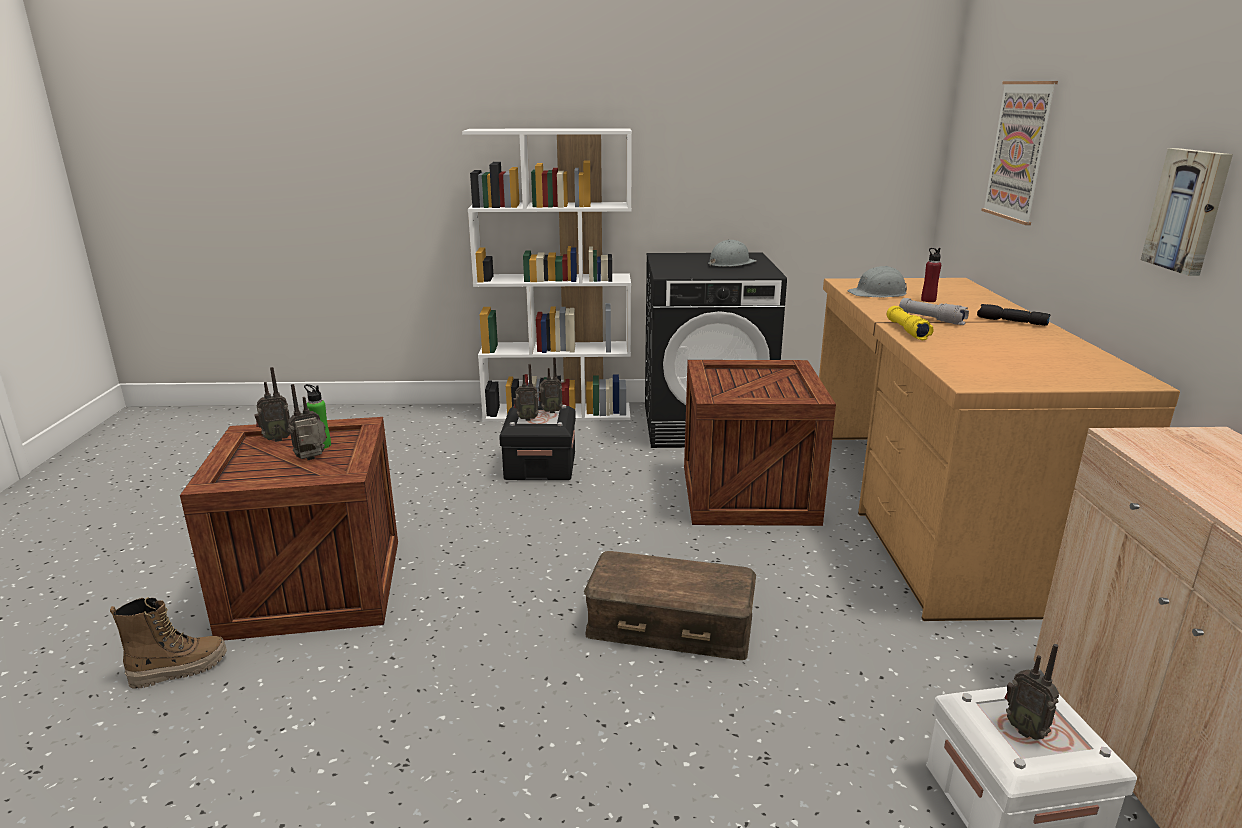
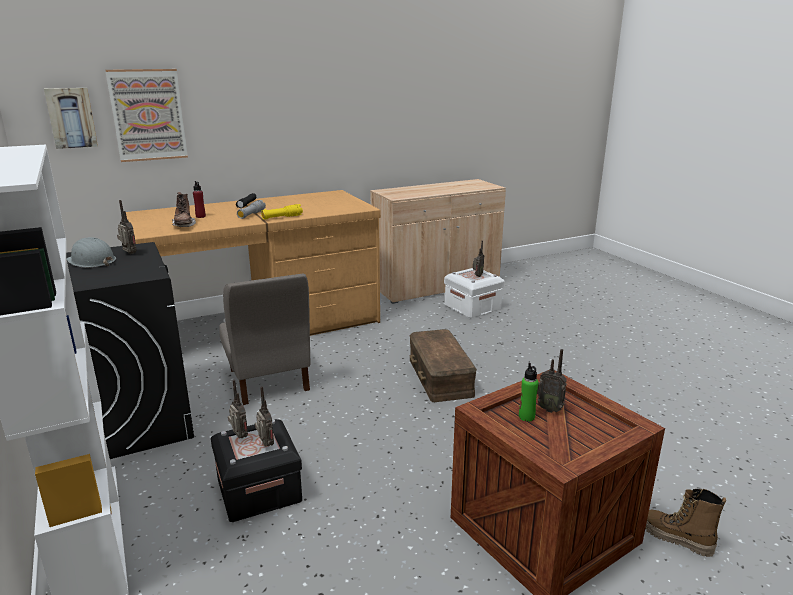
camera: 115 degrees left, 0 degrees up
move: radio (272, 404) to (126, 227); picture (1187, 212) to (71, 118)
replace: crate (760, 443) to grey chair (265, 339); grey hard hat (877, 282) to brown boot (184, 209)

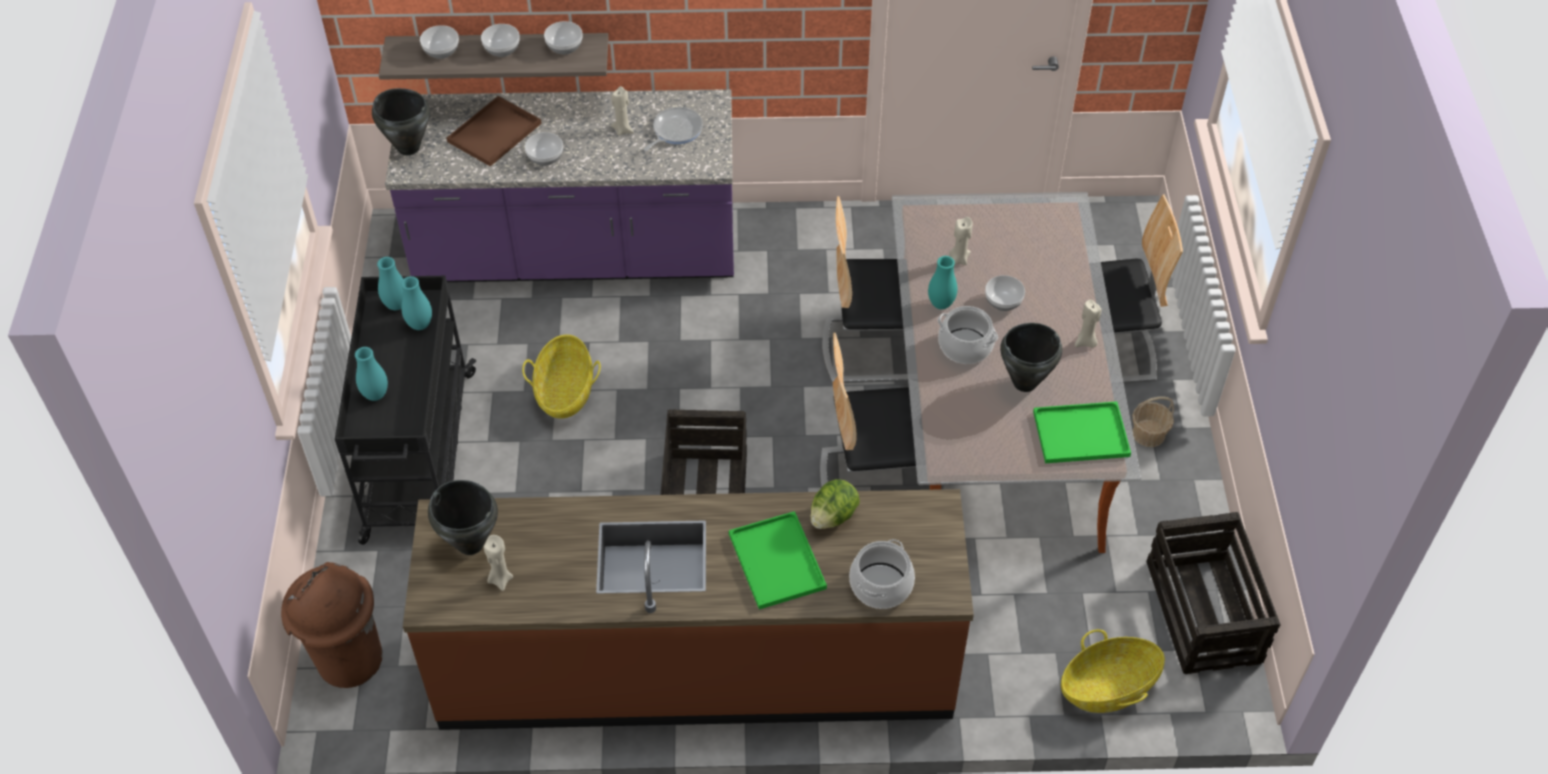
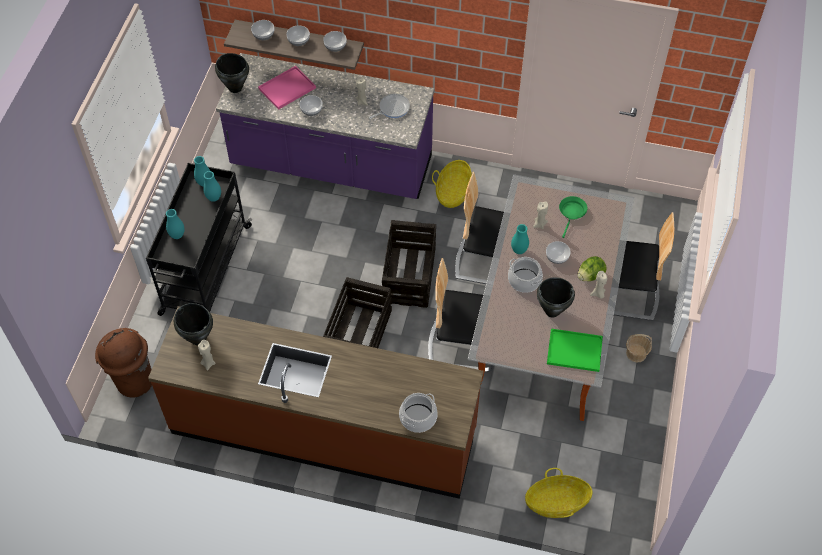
camera: 15 degrees right, 5 degrees up
delete: green tray (778, 560)
insert: green frying pan (573, 217)
move: basket (561, 376) to (452, 184); lettuce (835, 504) to (592, 268); crate (1213, 593) to (409, 264)
recolor: brown tray (494, 131) to pink tray (287, 88)

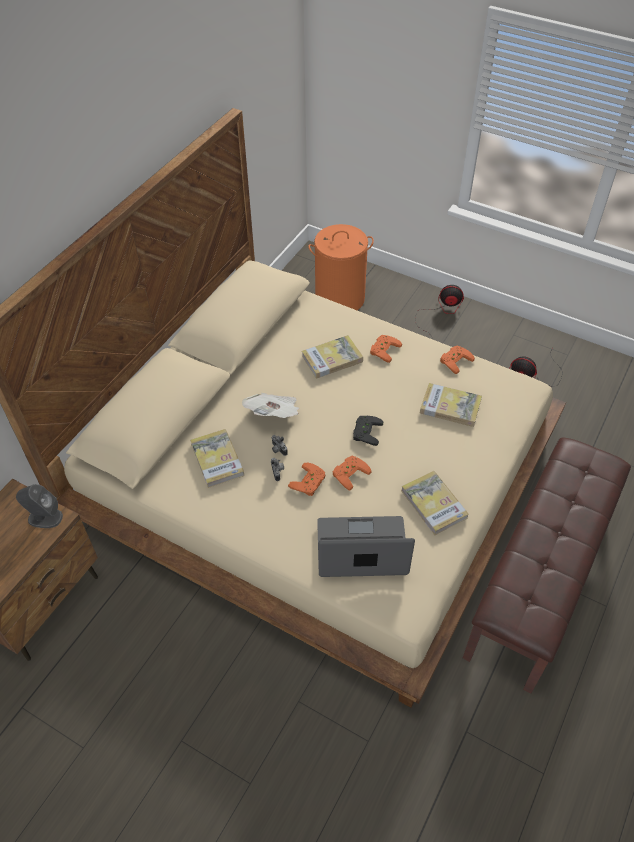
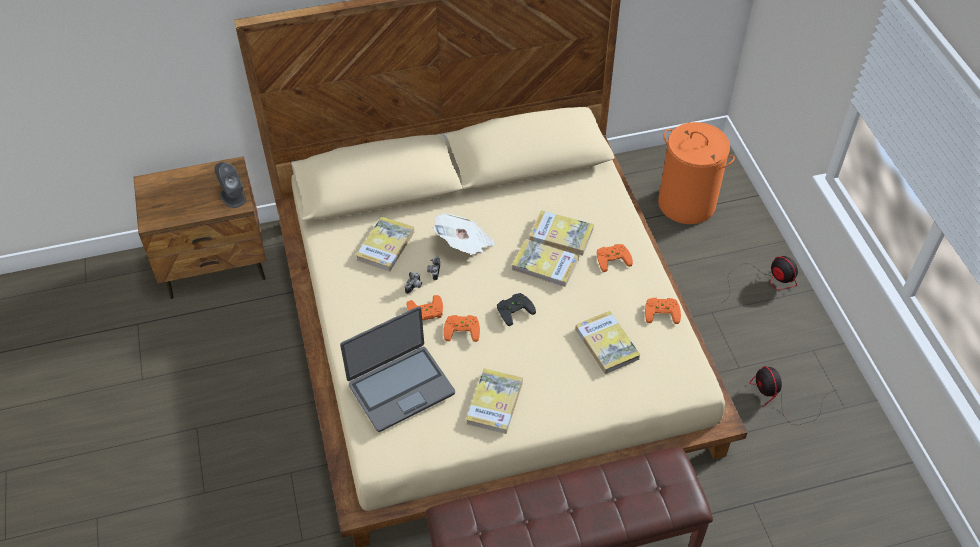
camera: 45 degrees right, 0 degrees up
insert: book (545, 263)
rotate: laptop (366, 546) = (397, 369) 105 degrees clockwise

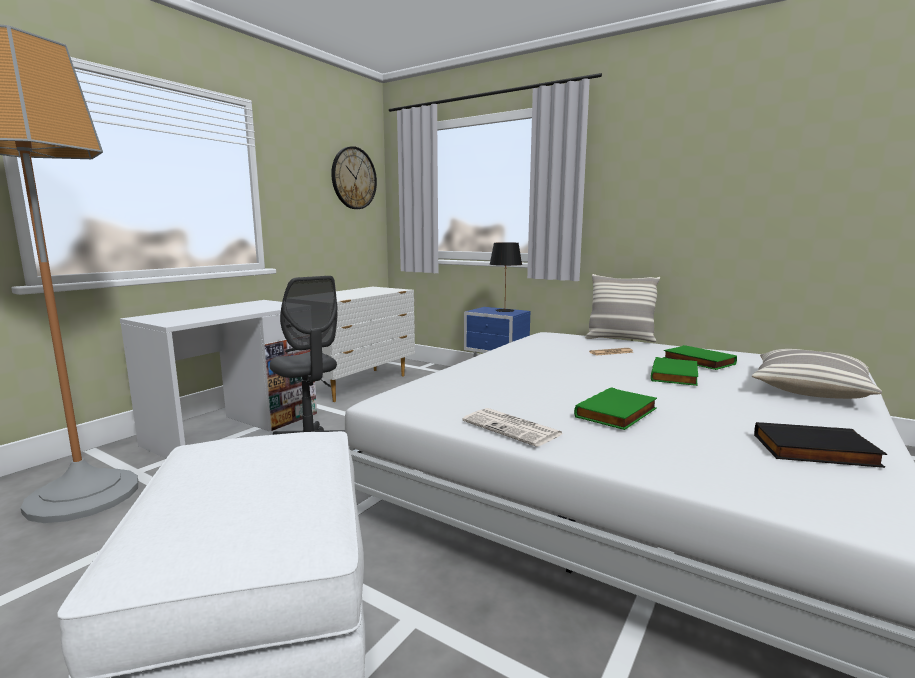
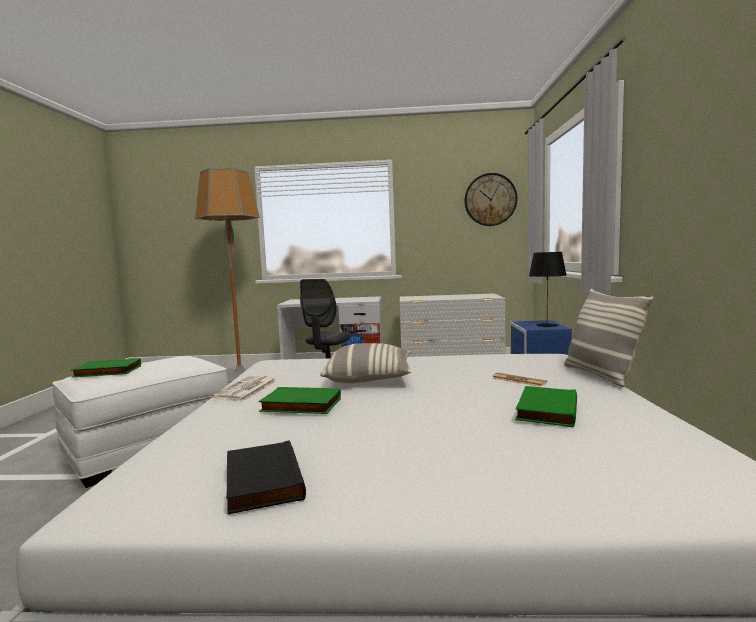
camera: 60 degrees right, 5 degrees down
move: green book (674, 371) to (106, 368); pillow (817, 374) to (365, 363)

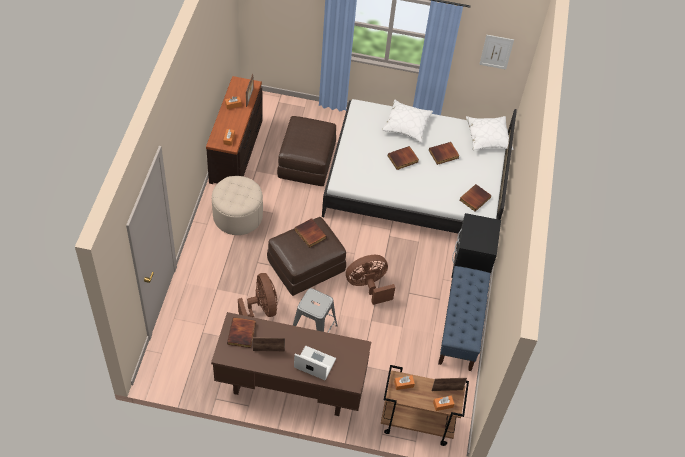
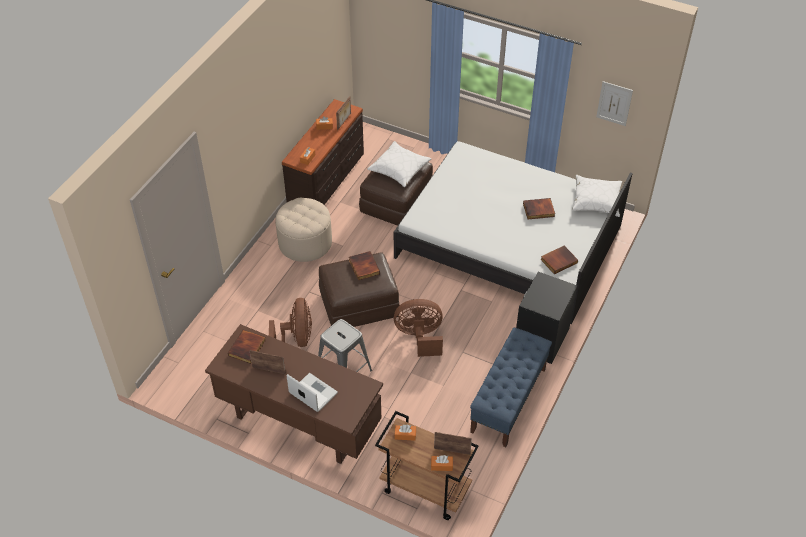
camera: 20 degrees right, 5 degrees down
delete: book (403, 158)
move: white pillow (407, 121) to (399, 164)

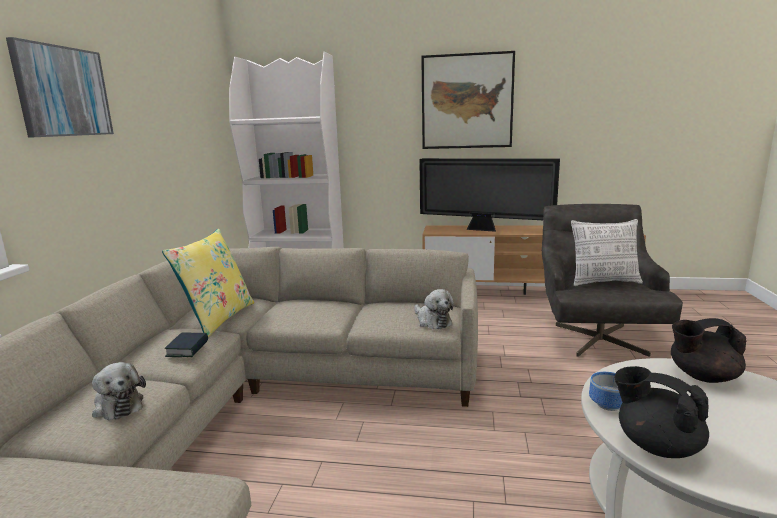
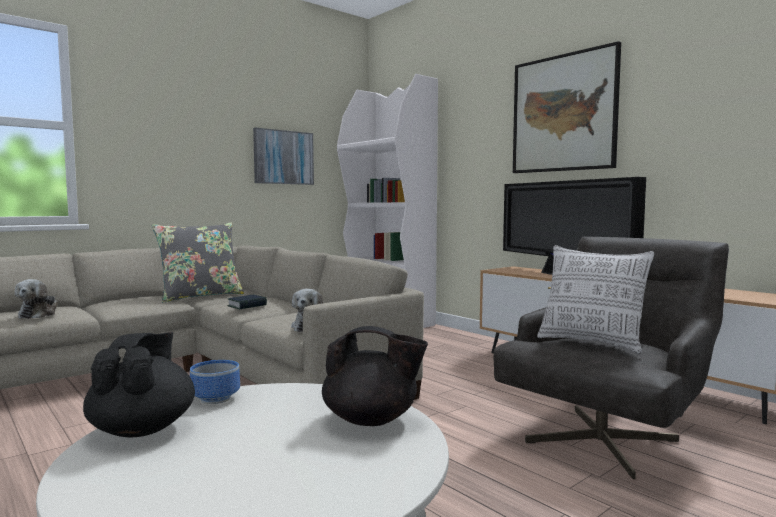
camera: 40 degrees right, 10 degrees down
move: picture (60, 87) to (283, 156); book (186, 345) to (247, 302)
recolor: yellow pillow (208, 283) to grey pillow (198, 262)
rotate: black teapot (708, 350) = (375, 376) 150 degrees clockwise

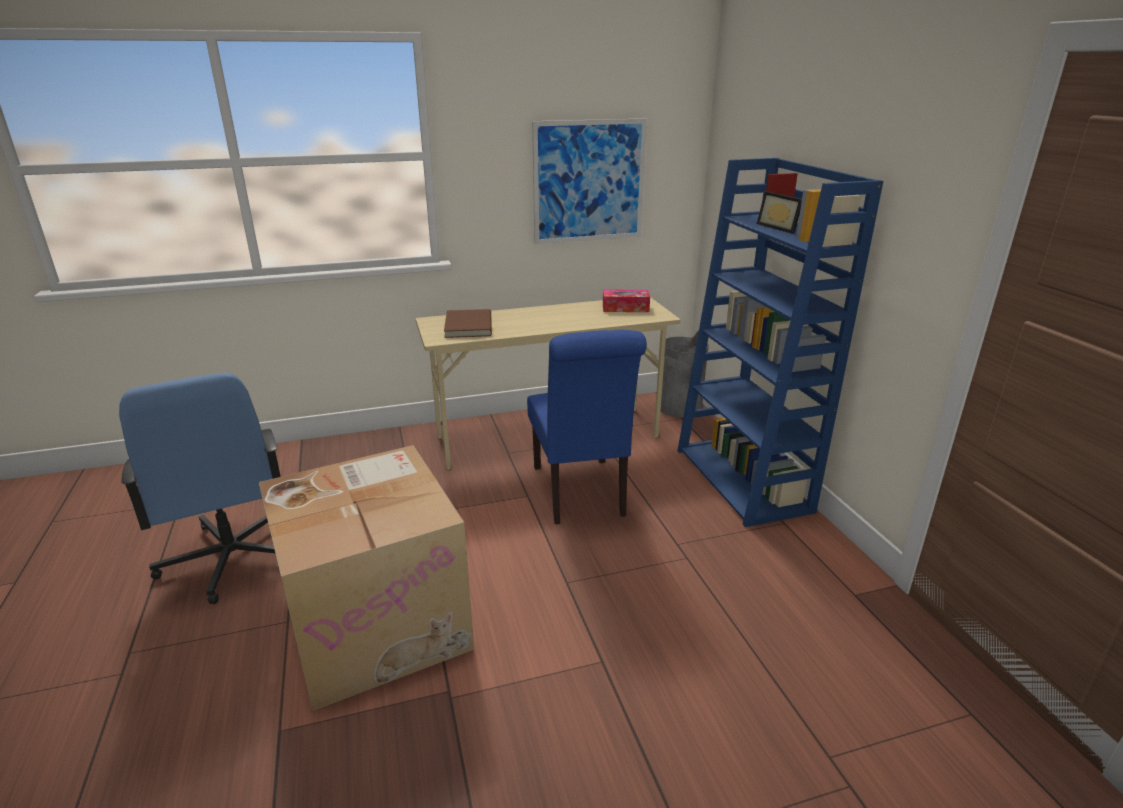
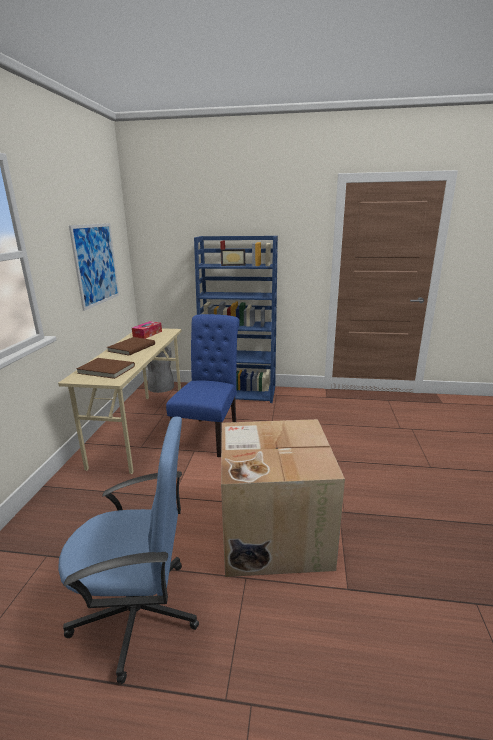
camera: 65 degrees left, 5 degrees down
insert: brown book (131, 346)
rotate: blue chair (587, 427) = (203, 385) 90 degrees counterclockwise

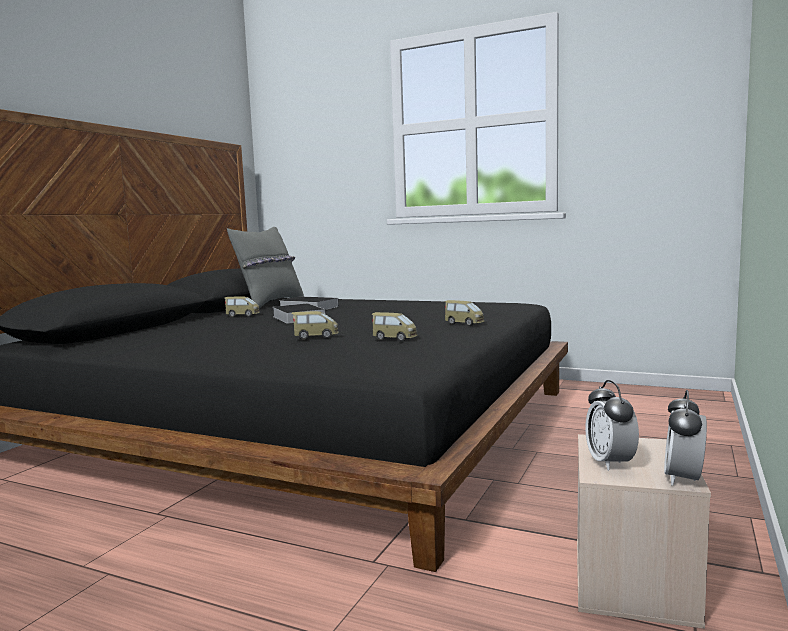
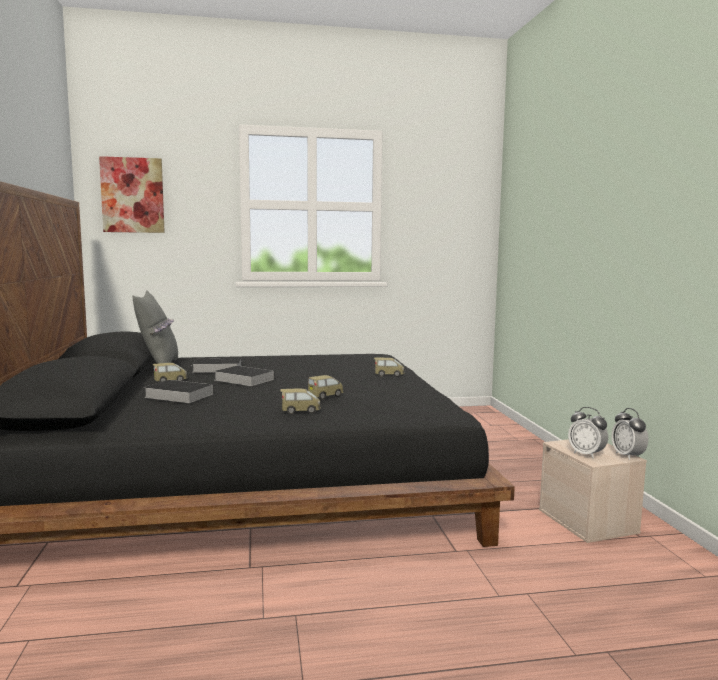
camera: 35 degrees left, 0 degrees up
insert: picture (132, 194); book (179, 391)
move: toy car (394, 326) to (301, 401)

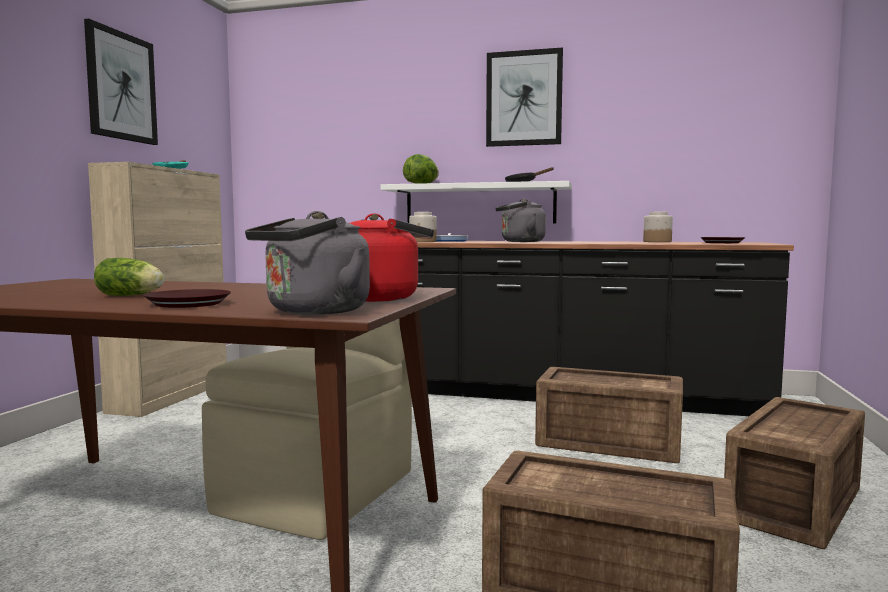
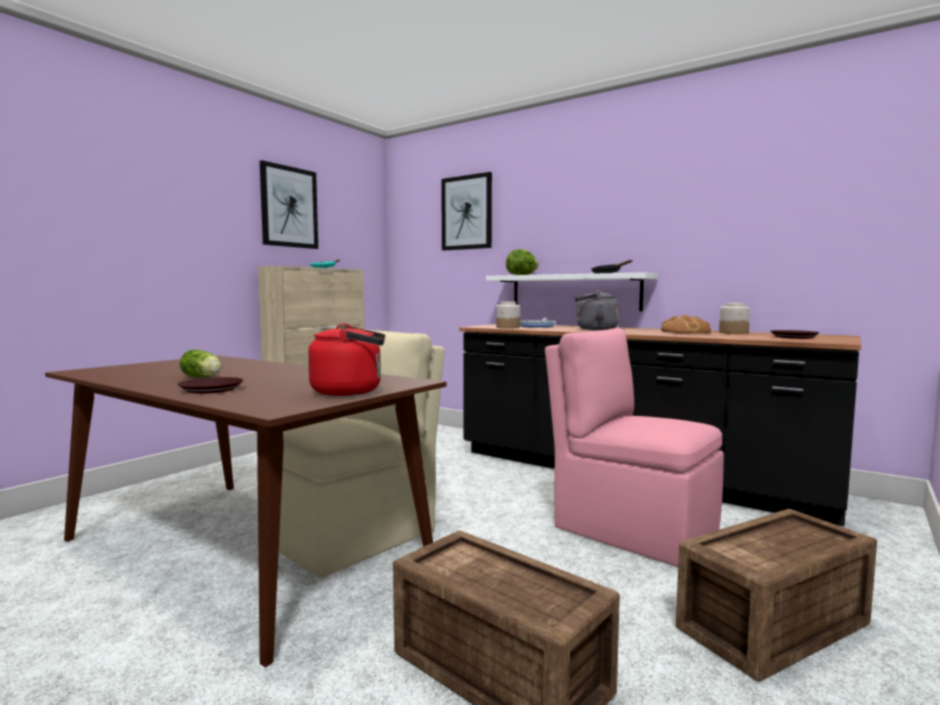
camera: 20 degrees right, 0 degrees up
delete: grey kettle (307, 262)
insert: bread (686, 324)
move: picture (524, 97) to (466, 211)
replace: crate (609, 415) to pink chair (634, 447)

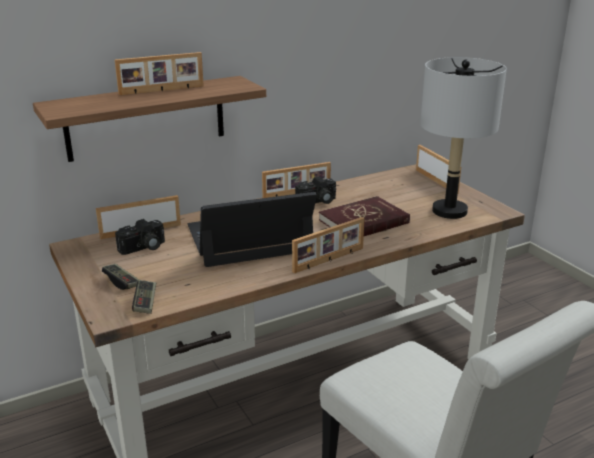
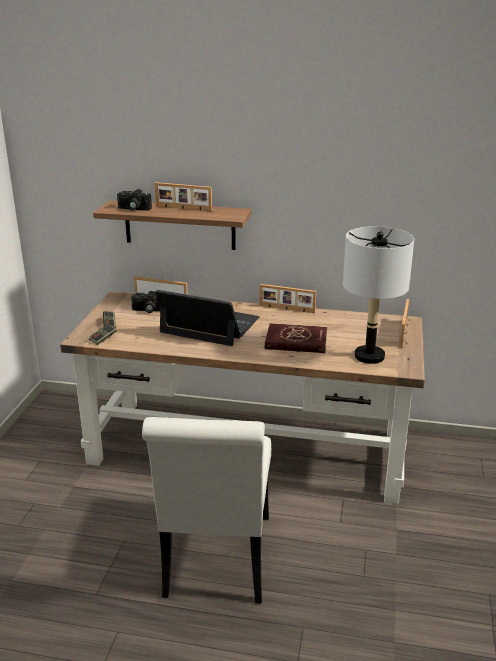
camera: 40 degrees right, 0 degrees up
delete: picture frame (328, 245)
move: photo camera (315, 190) to (134, 200)

